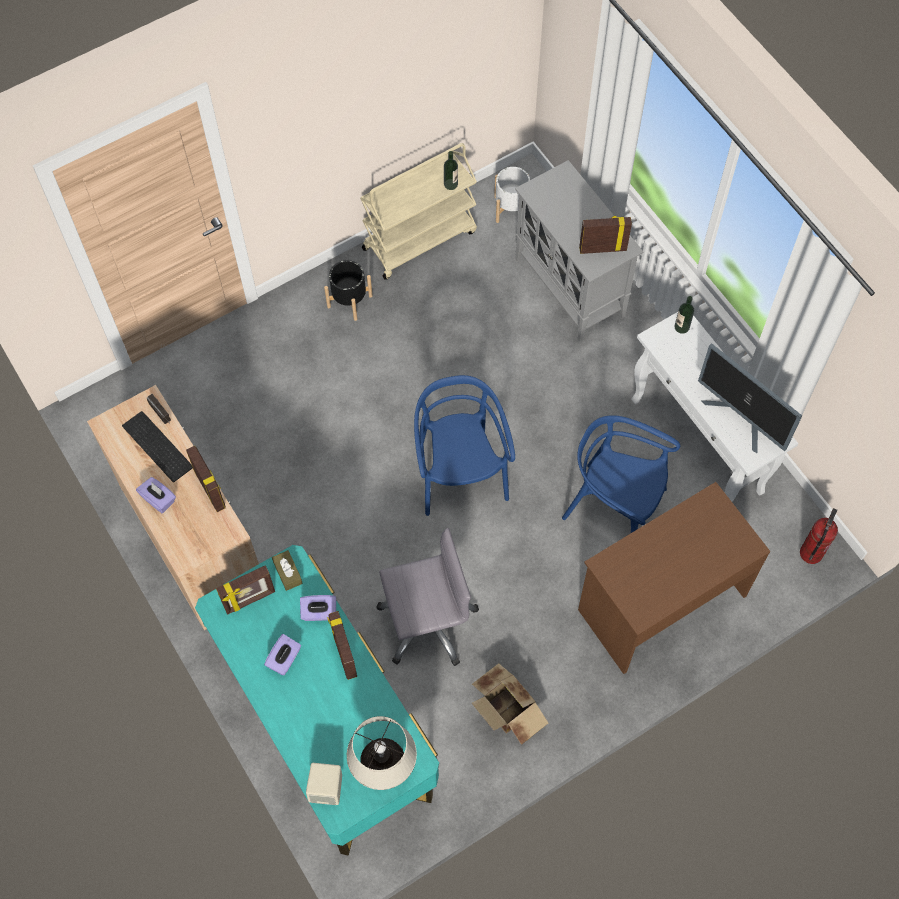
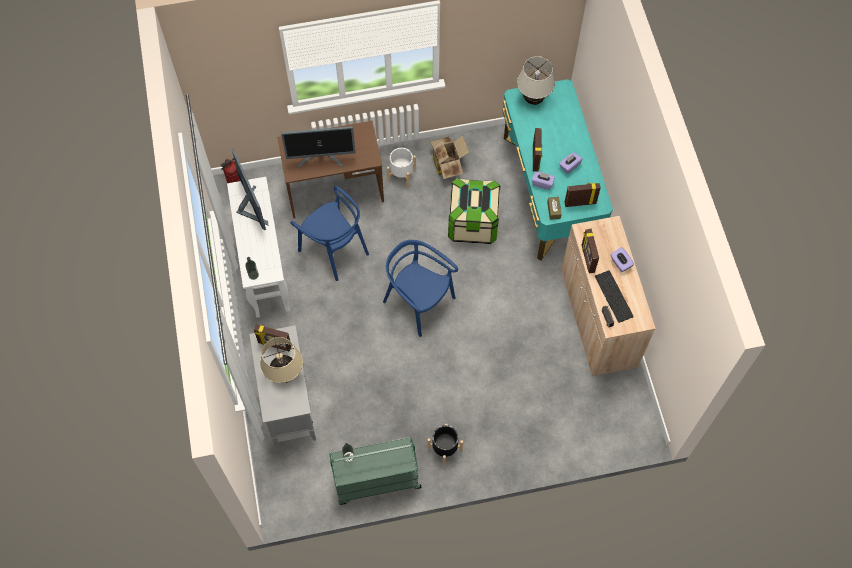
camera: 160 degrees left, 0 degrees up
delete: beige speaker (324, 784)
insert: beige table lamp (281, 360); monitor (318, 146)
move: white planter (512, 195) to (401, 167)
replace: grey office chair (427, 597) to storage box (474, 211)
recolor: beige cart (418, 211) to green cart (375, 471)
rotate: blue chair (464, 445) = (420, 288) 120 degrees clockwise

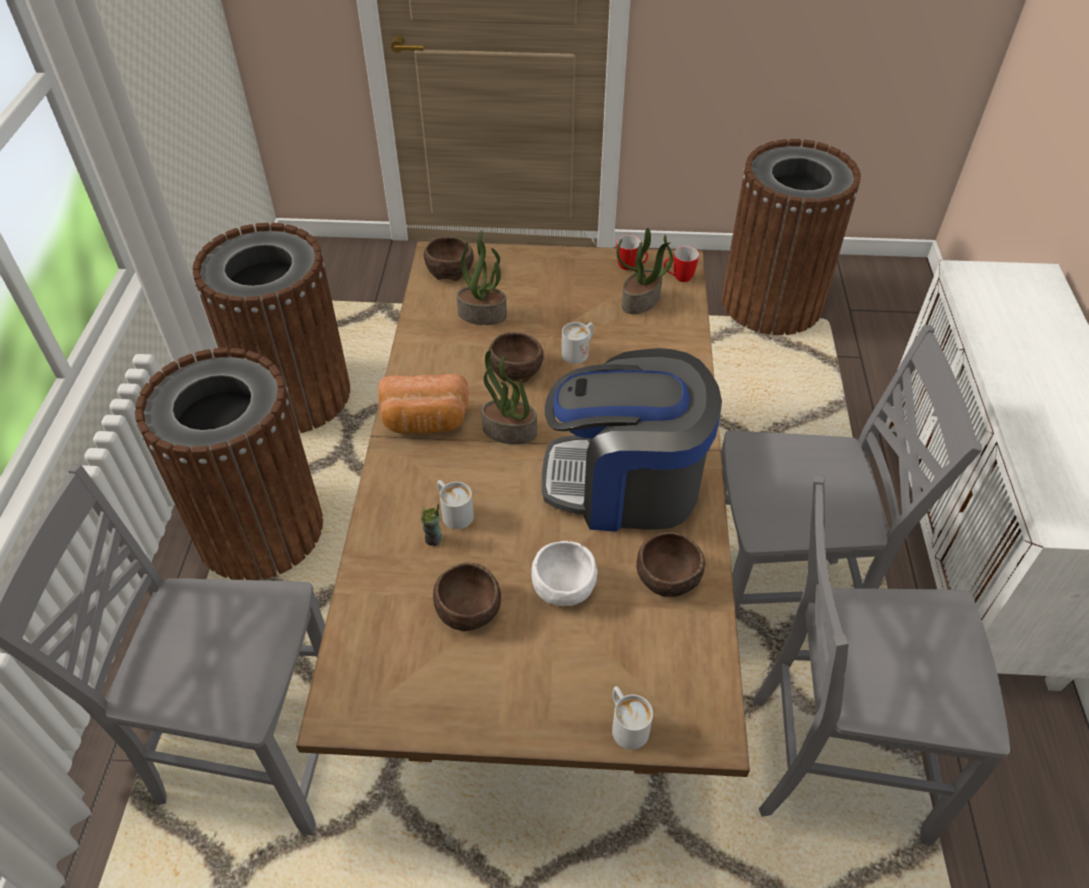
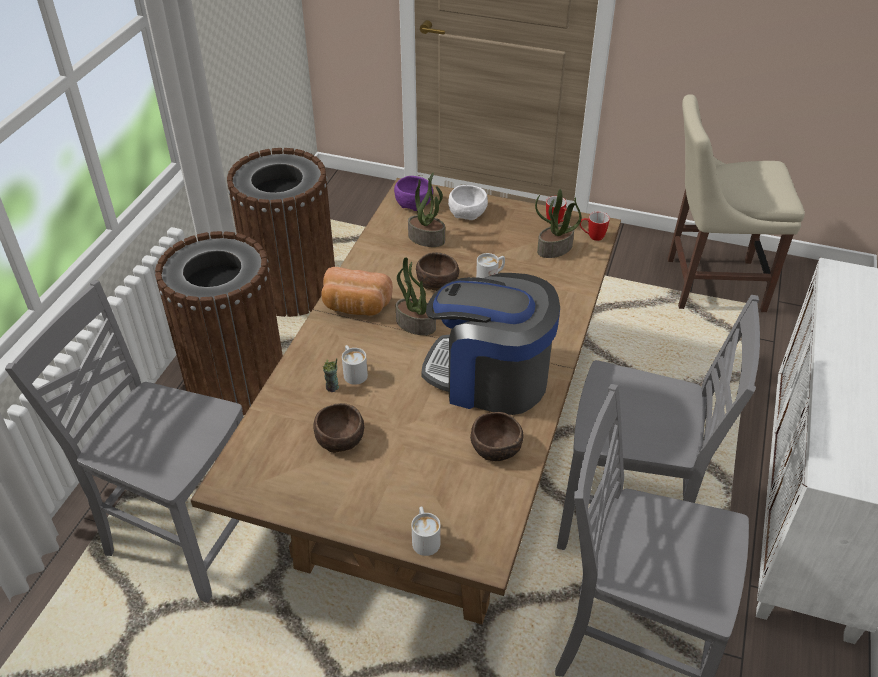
camera: 15 degrees right, 5 degrees down
move: white bowl (564, 573) to (468, 202)
replace: brown trash can (791, 237) to beige chair (736, 203)
recolor: brown bowl (449, 258) to purple bowl (413, 193)

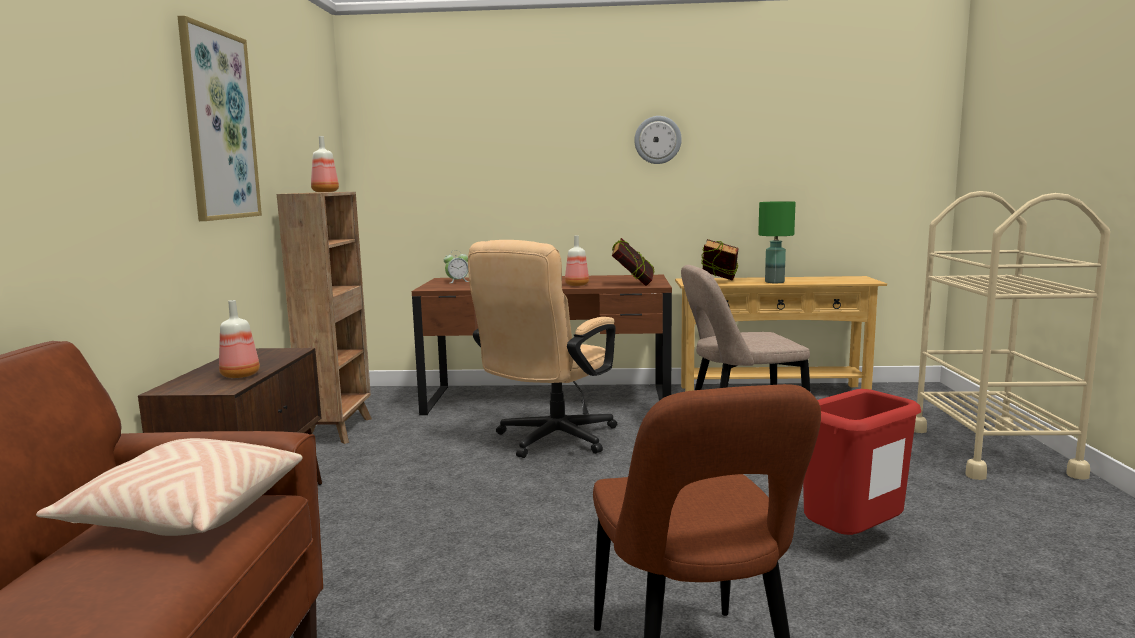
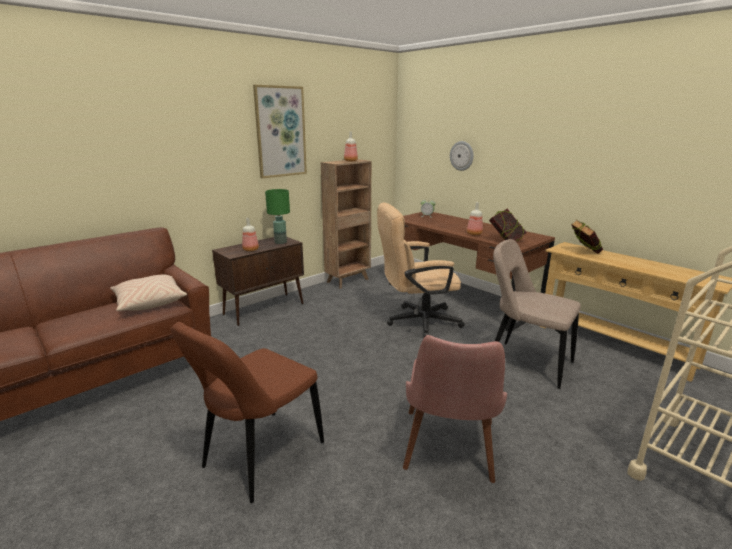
camera: 45 degrees right, 10 degrees up
move: wall clock (658, 140) to (462, 156); green table lamp (777, 242) to (277, 216)
replace: red trash can (862, 462) to pink chair (455, 409)

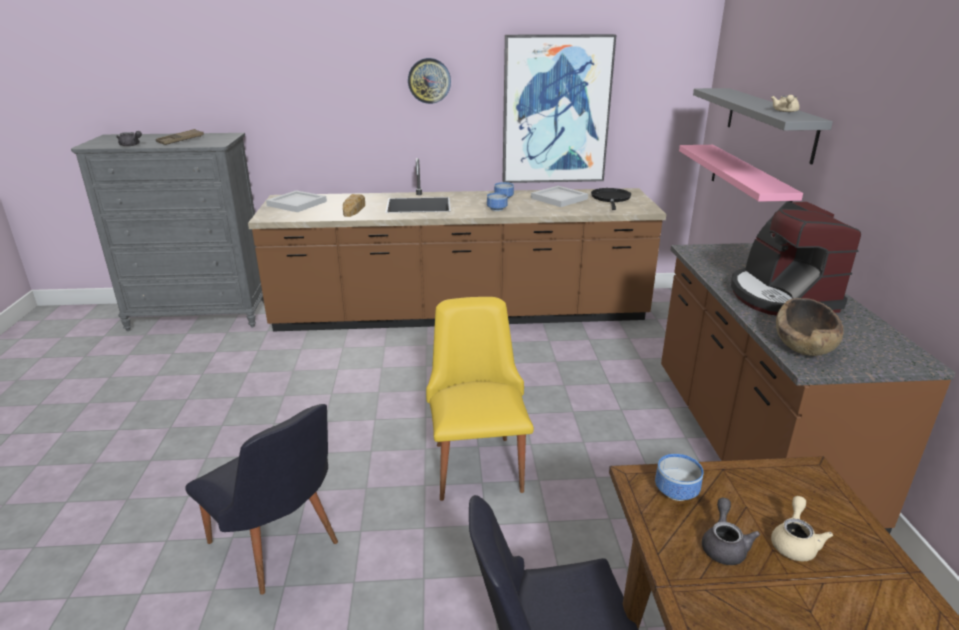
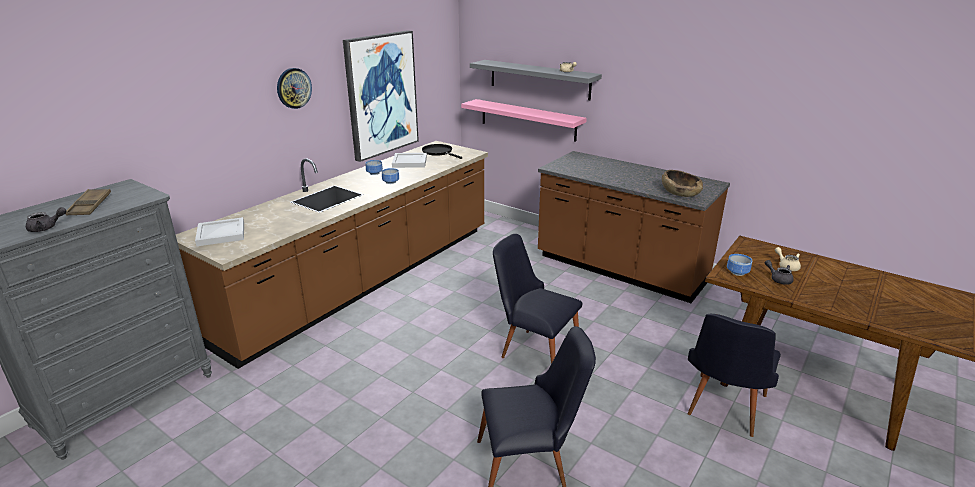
camera: 50 degrees left, 0 degrees up
delete: bread (354, 205); coffee machine (796, 258)
recolor: yellow chair (480, 399) to black chair (537, 299)

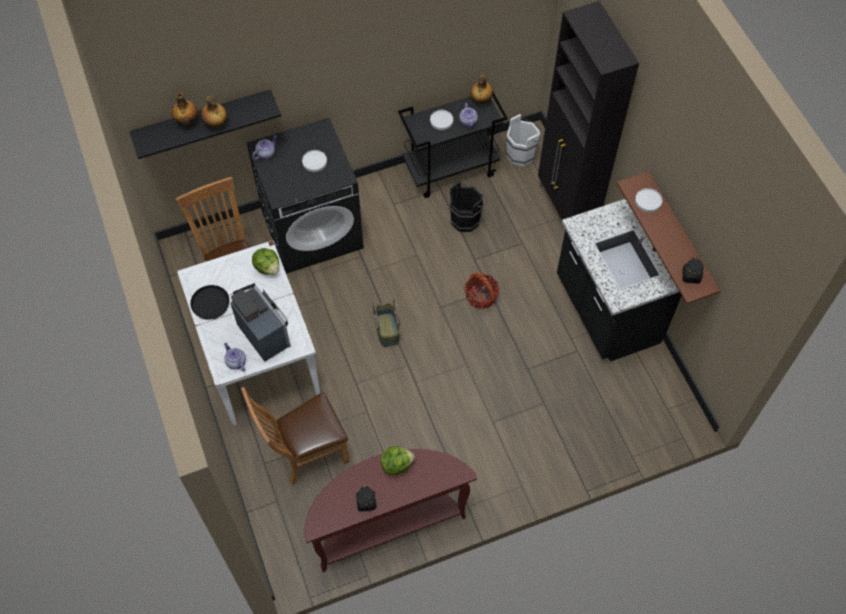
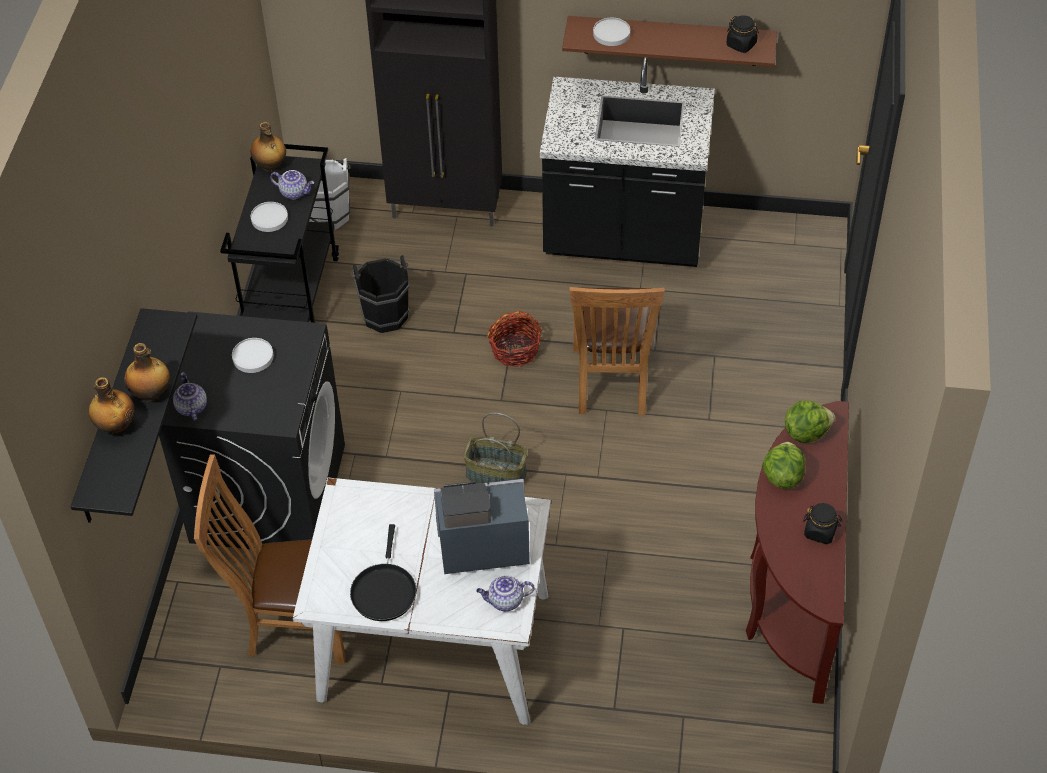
camera: 60 degrees left, 10 degrees down
move: brown chair (295, 436) to (617, 351); lettuce (265, 261) to (810, 422)

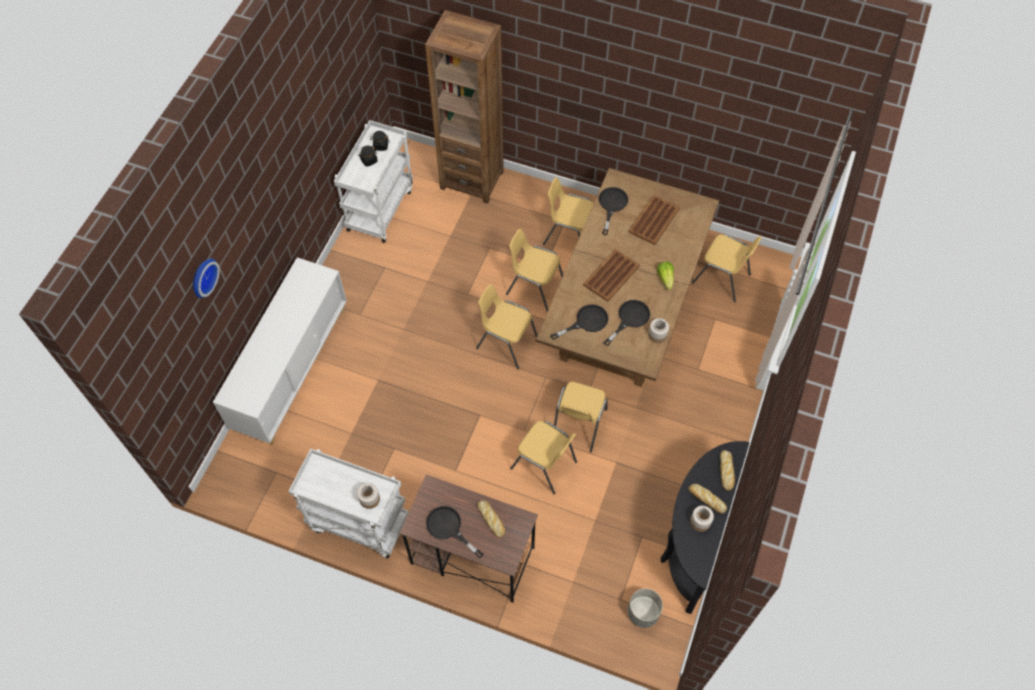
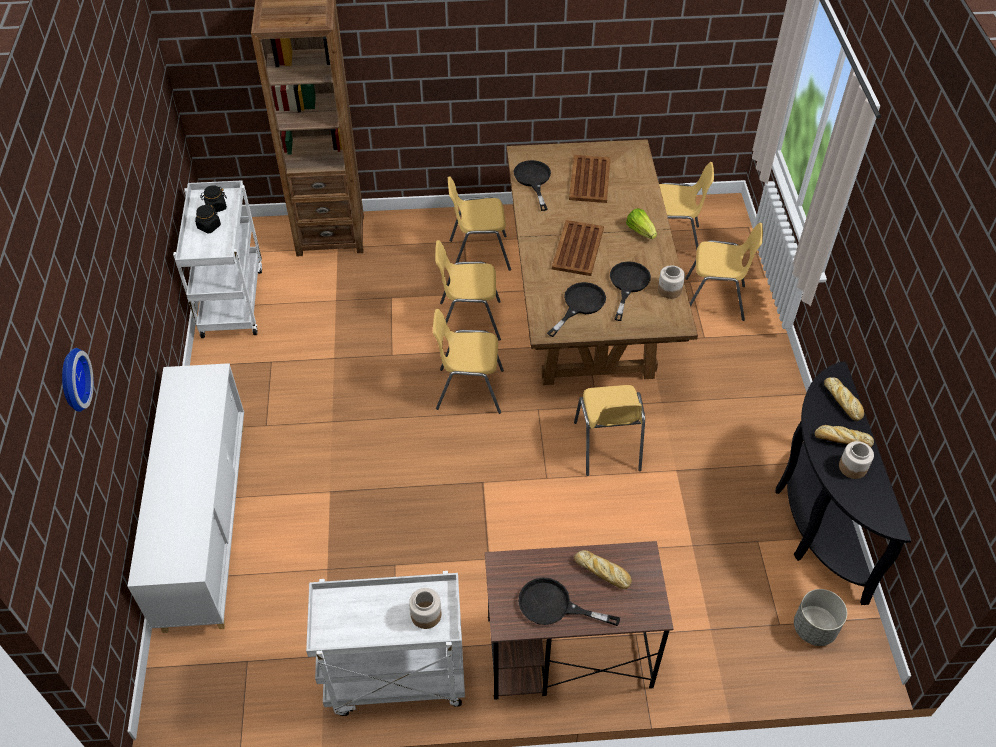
camera: 25 degrees left, 10 degrees down
move: yellow chair (543, 457) to (724, 272)

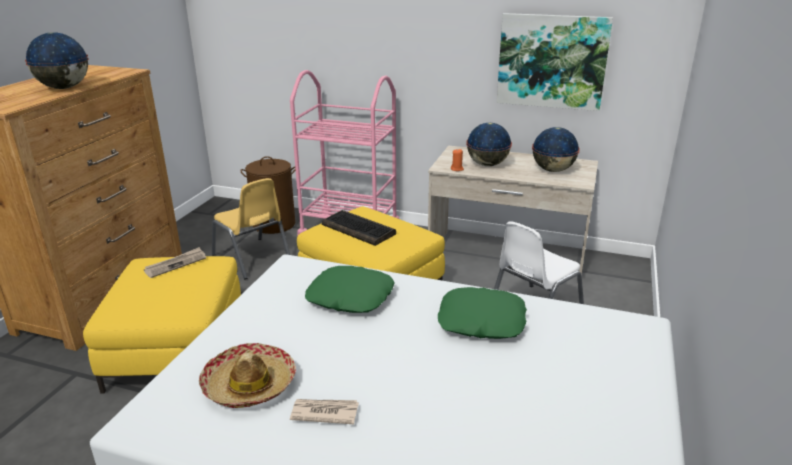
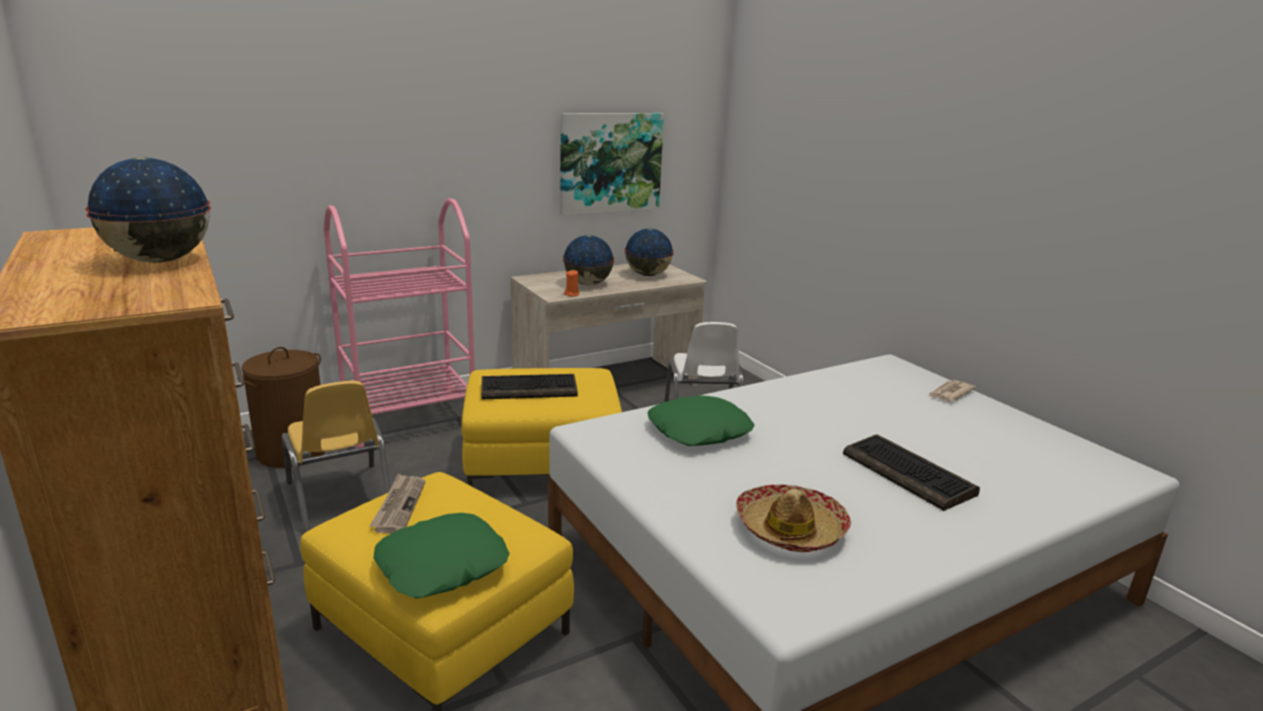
camera: 50 degrees left, 5 degrees down
insert: keyboard (911, 473)
move: newspaper (324, 411) to (952, 391); green pillow (482, 313) to (441, 556)
rotate: yellow chair (251, 228) = (336, 457) 60 degrees clockwise

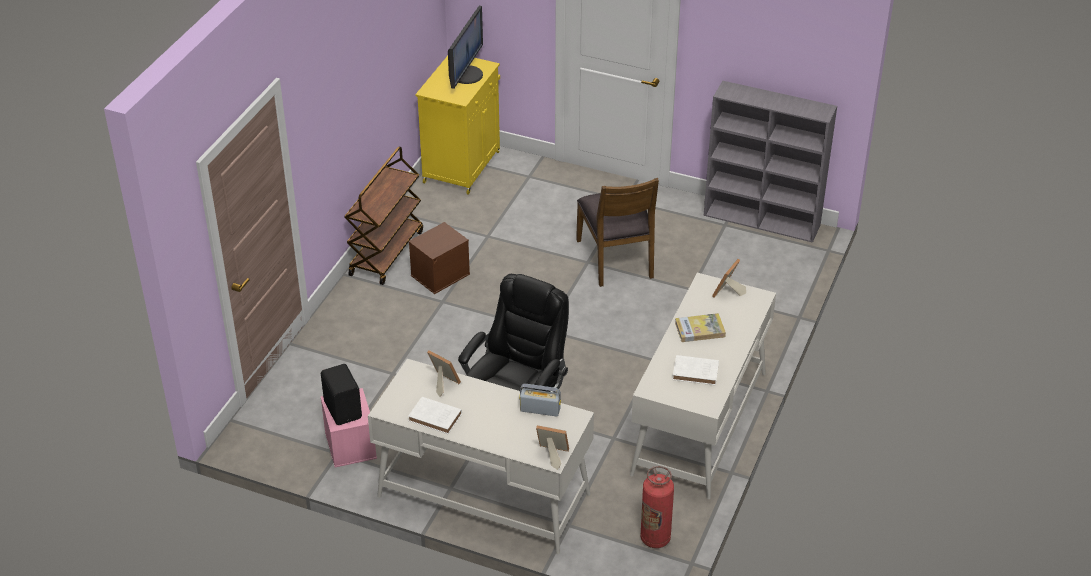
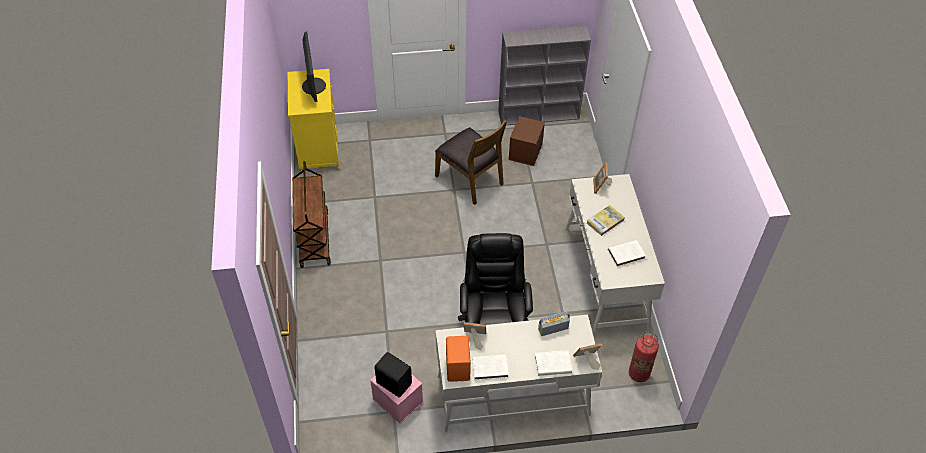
camera: 30 degrees left, 10 degrees up
insert: orange speaker (458, 359); white book (553, 363)
move: brown storage box (439, 258) to (526, 141)

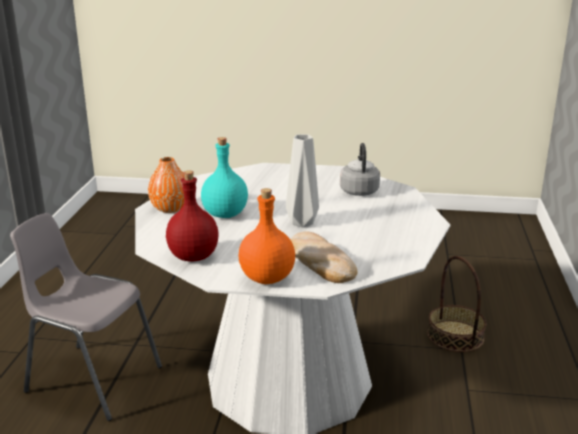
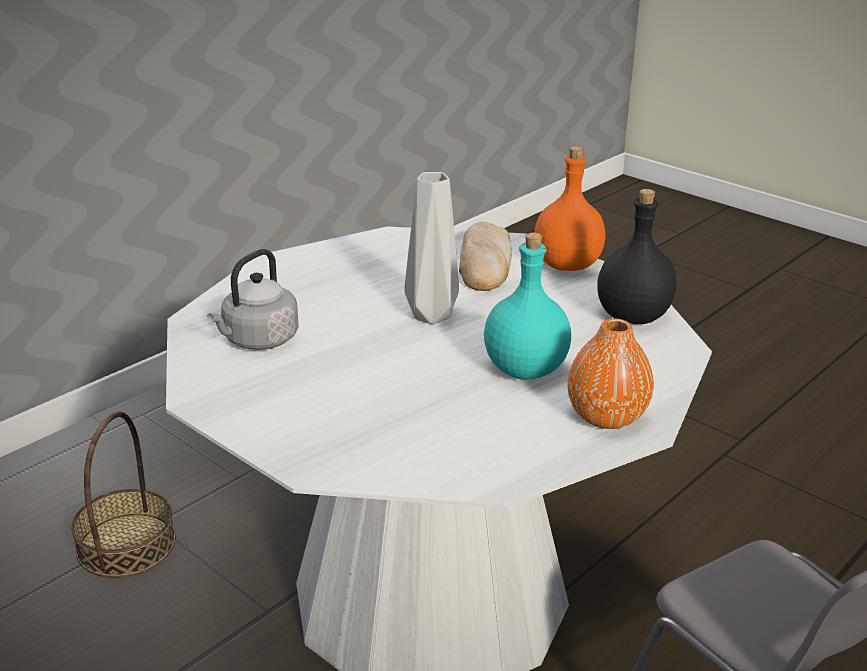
camera: 145 degrees left, 5 degrees up
recolor: red bottle (192, 215) to black bottle (637, 256)

